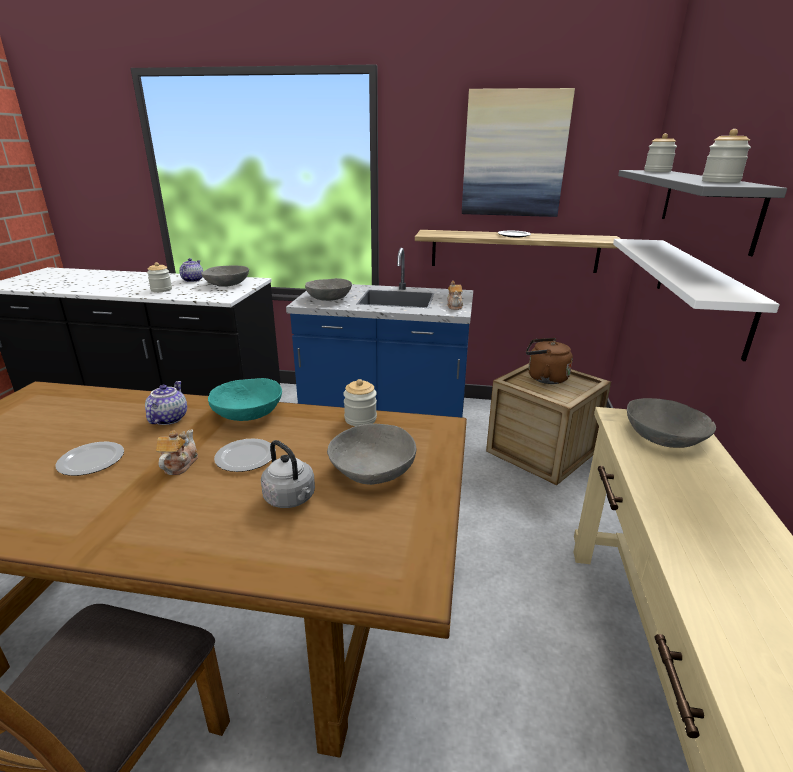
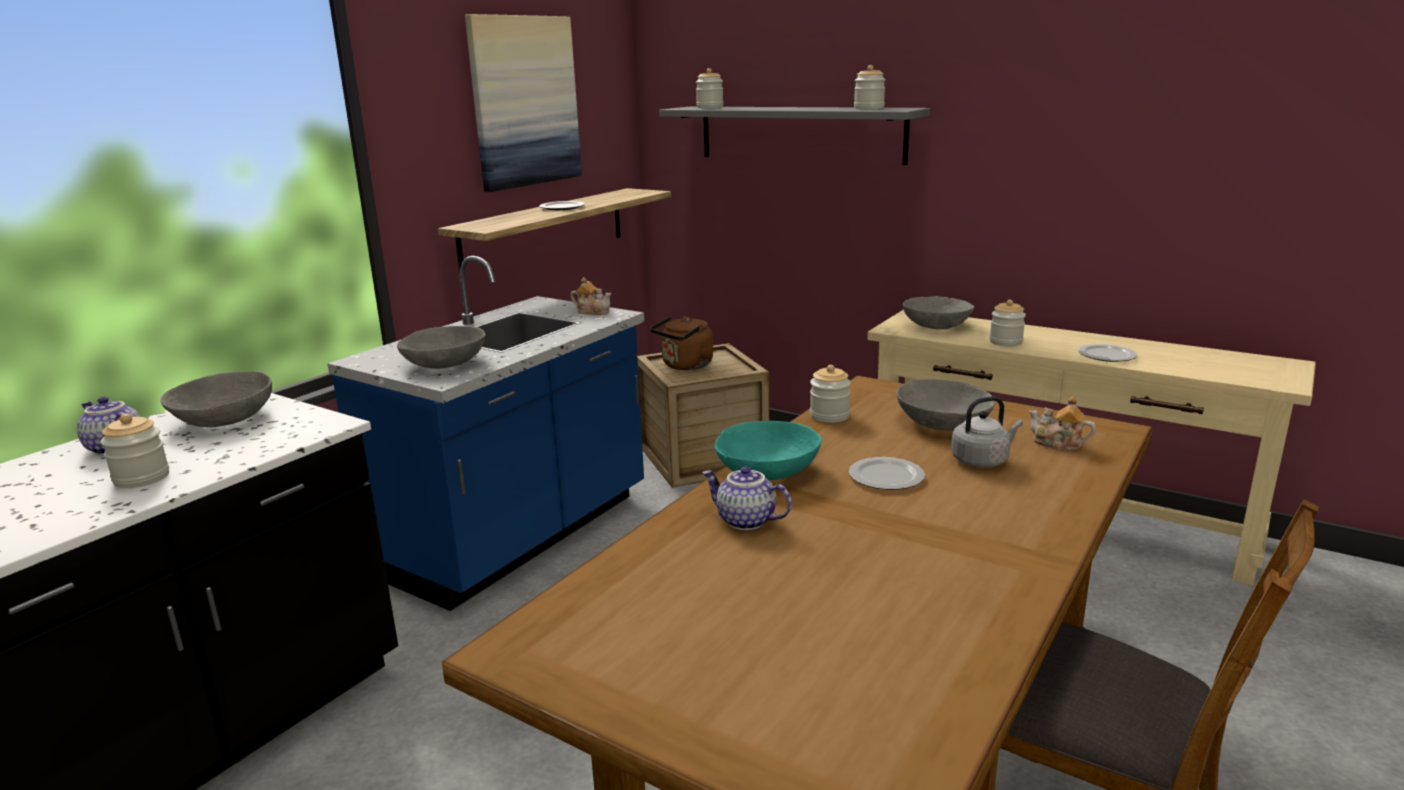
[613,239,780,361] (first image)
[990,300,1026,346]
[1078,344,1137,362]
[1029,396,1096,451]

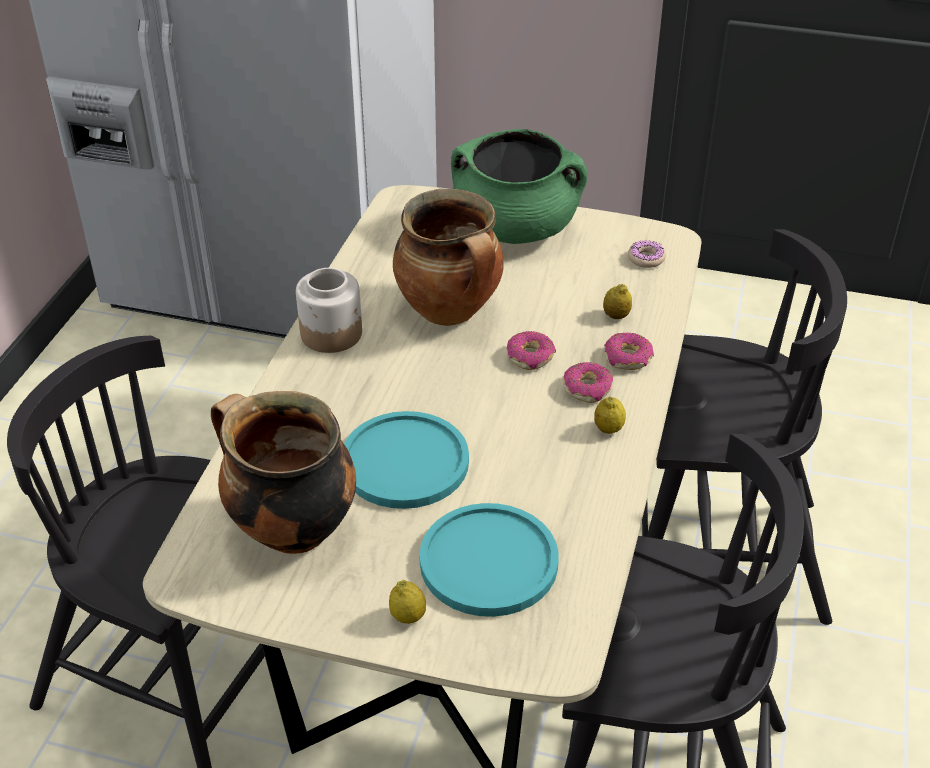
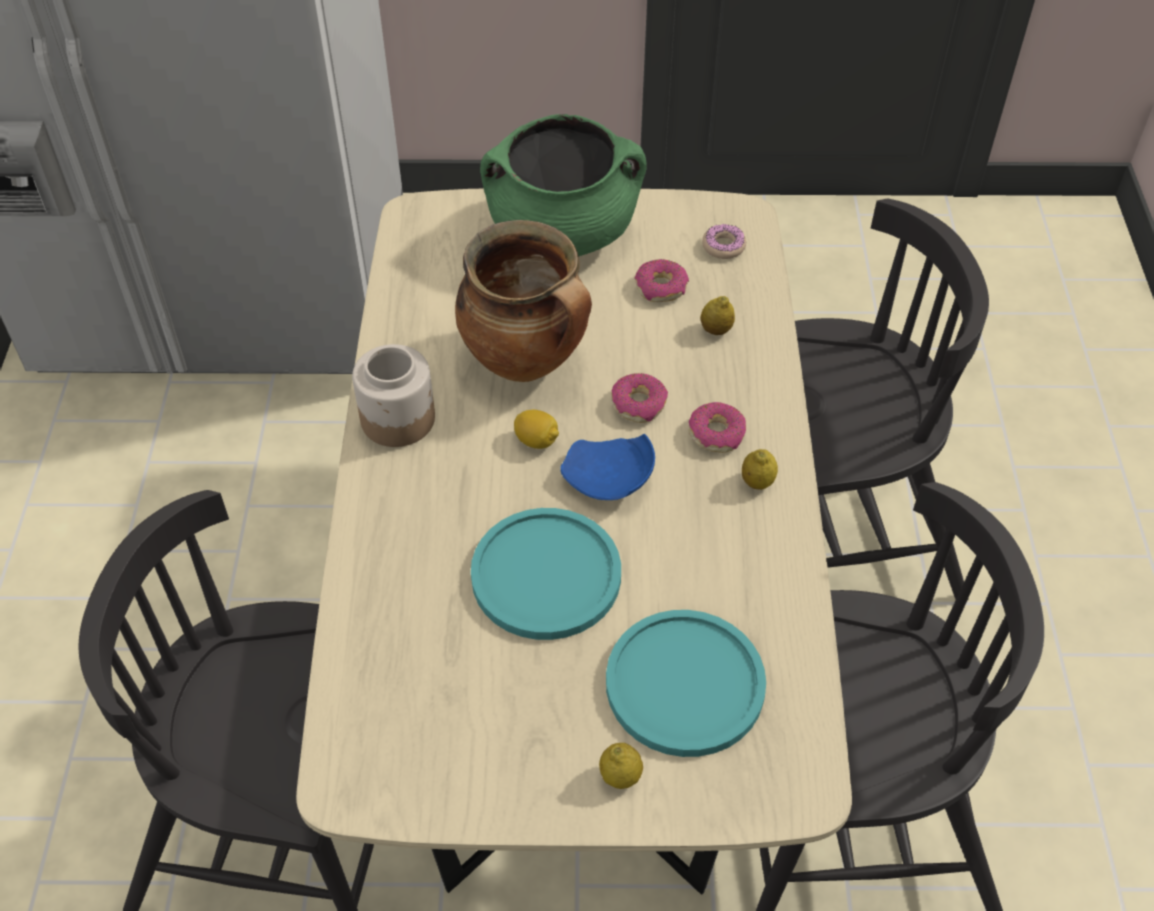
[211,391,356,554] (first image)
[514,410,559,449]
[560,434,655,500]
[634,259,689,302]

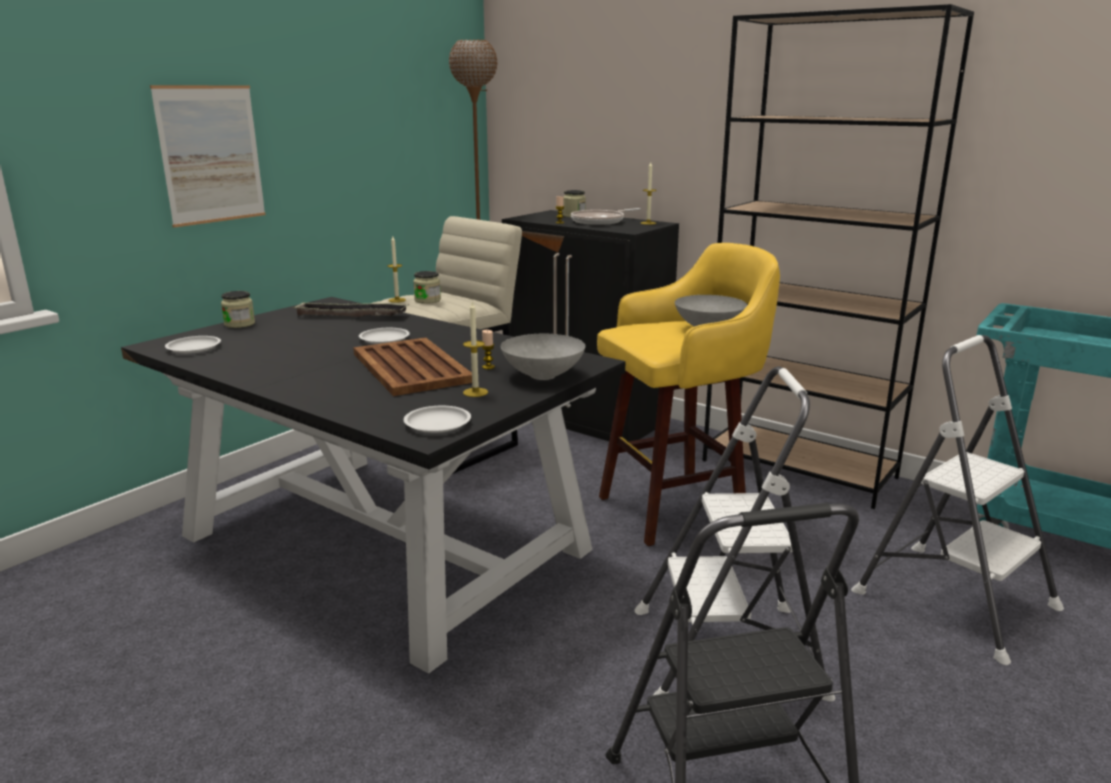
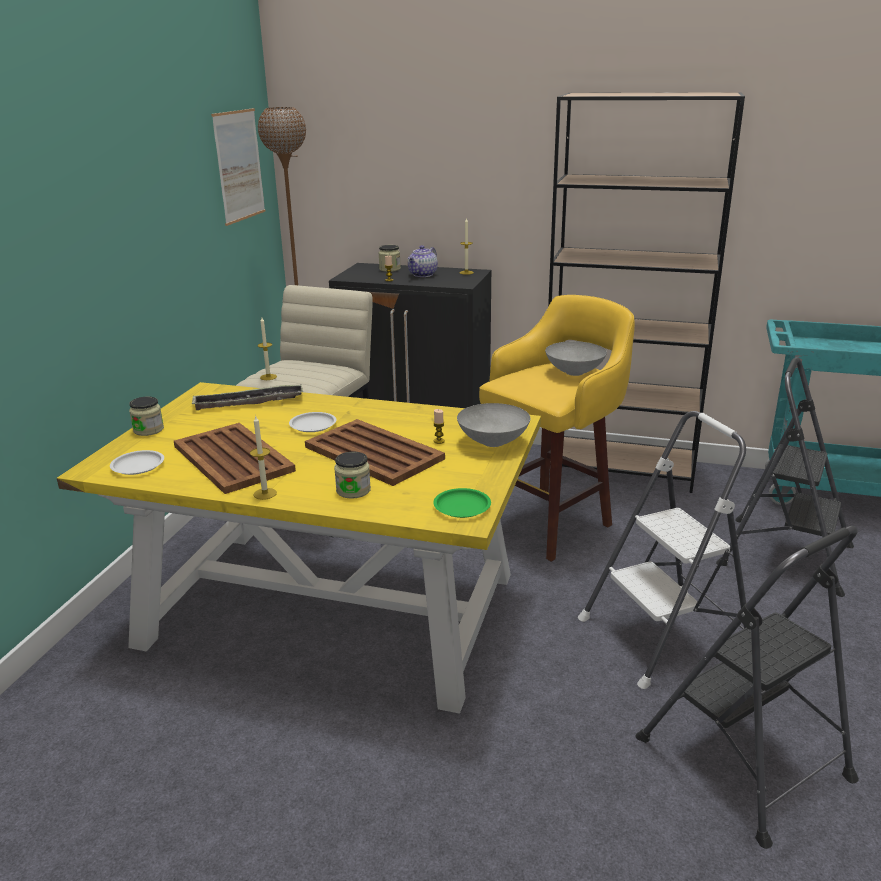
[174,423,296,494]
[211,108,265,226]
[334,452,371,498]
[250,415,277,500]
[408,245,438,277]
[57,382,541,714]
[433,488,491,518]
[716,357,854,597]

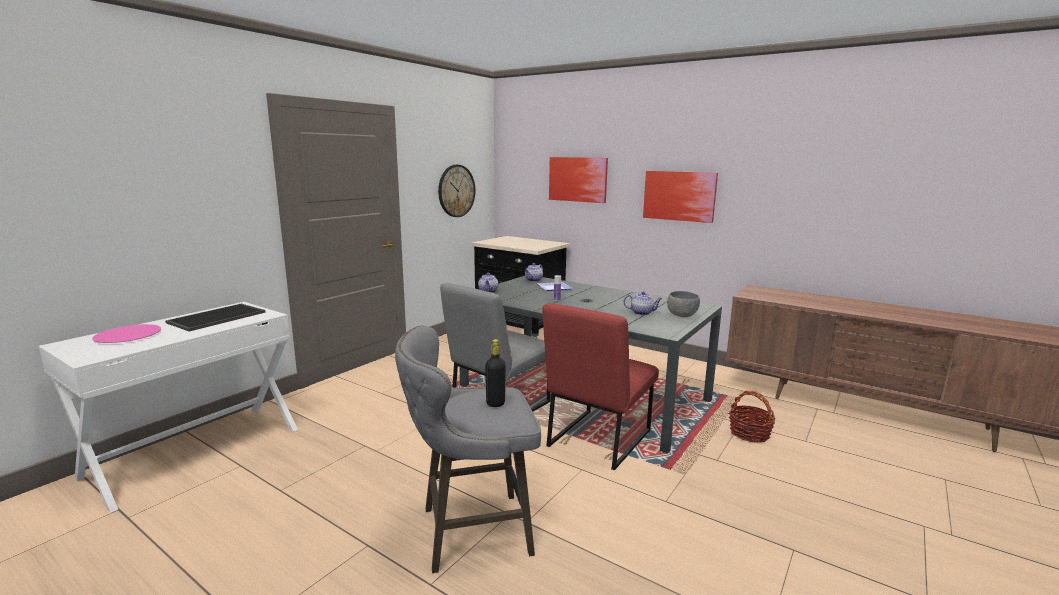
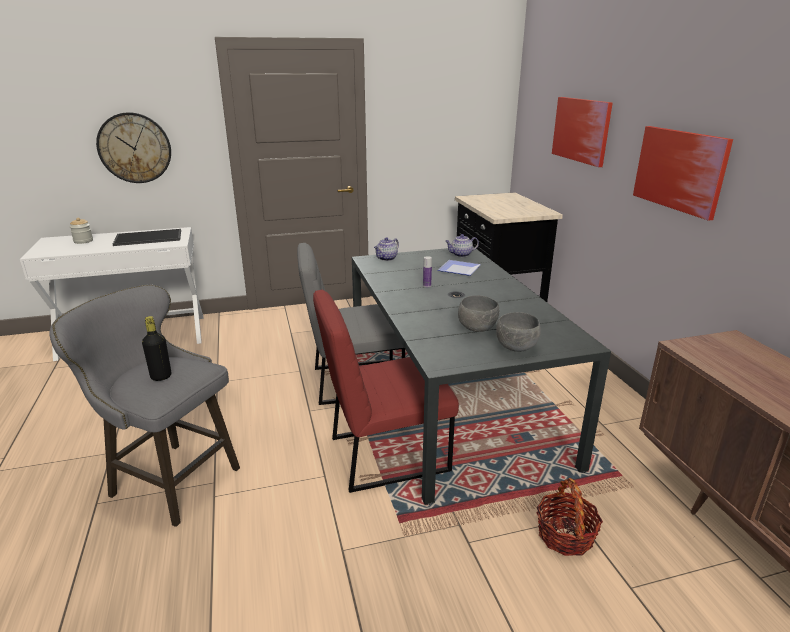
[96,112,171,183]
[70,218,93,244]
[458,295,499,332]

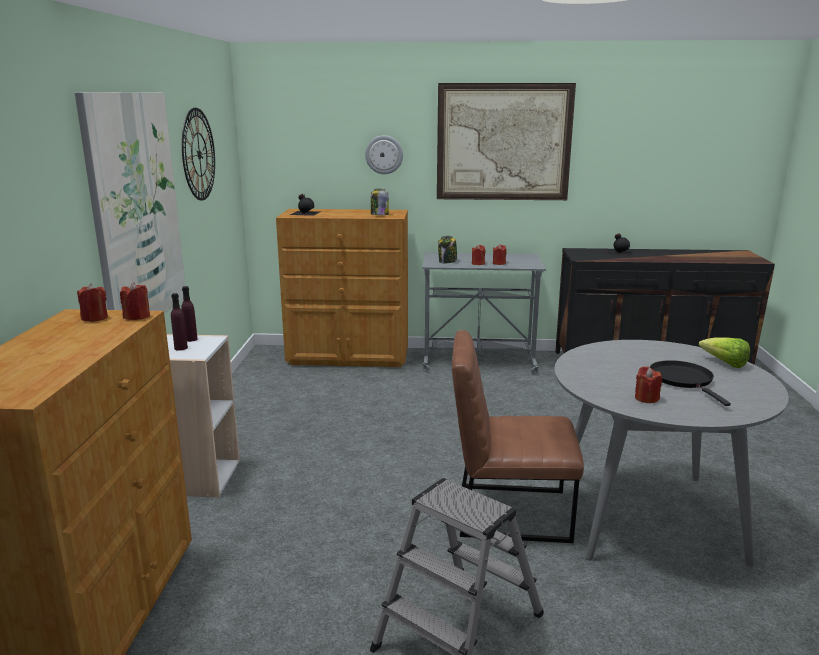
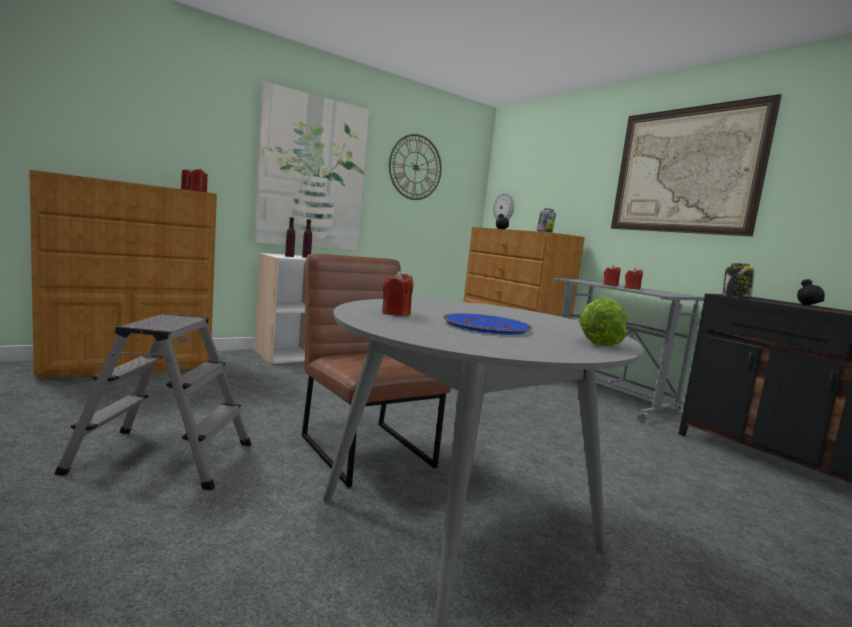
[493,193,514,220]
[723,263,754,297]
[443,313,532,335]

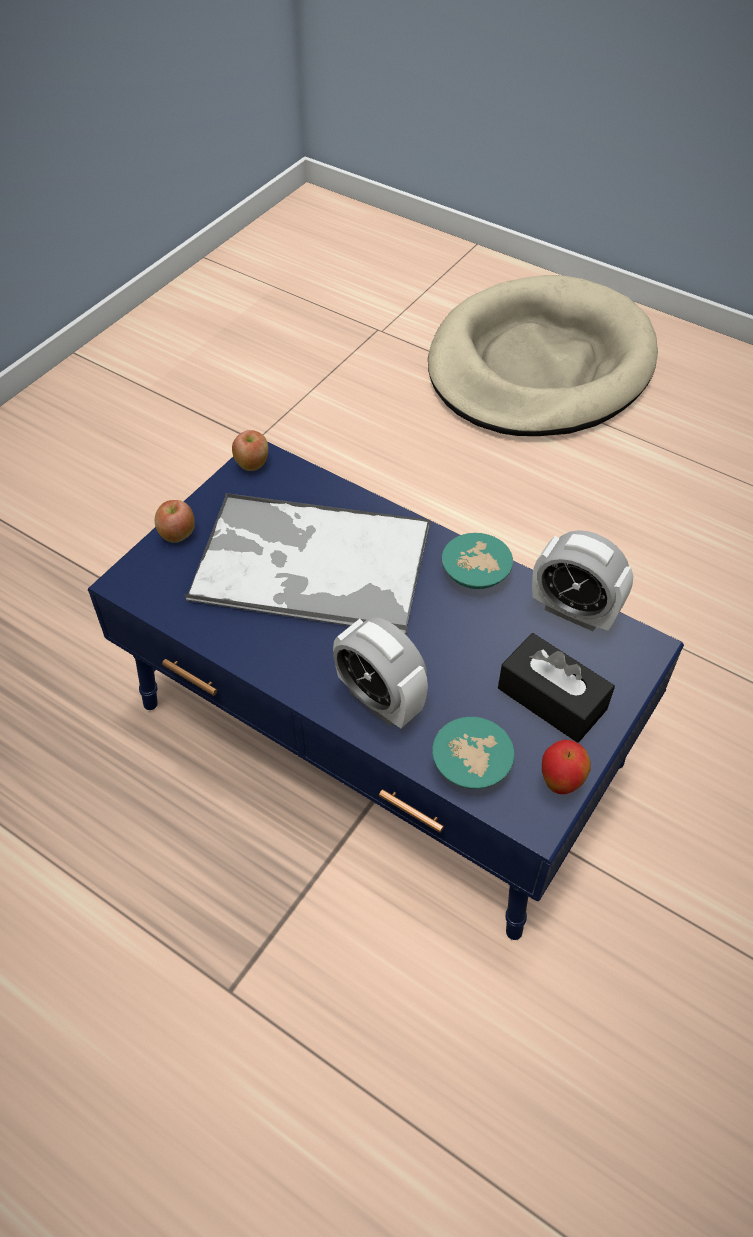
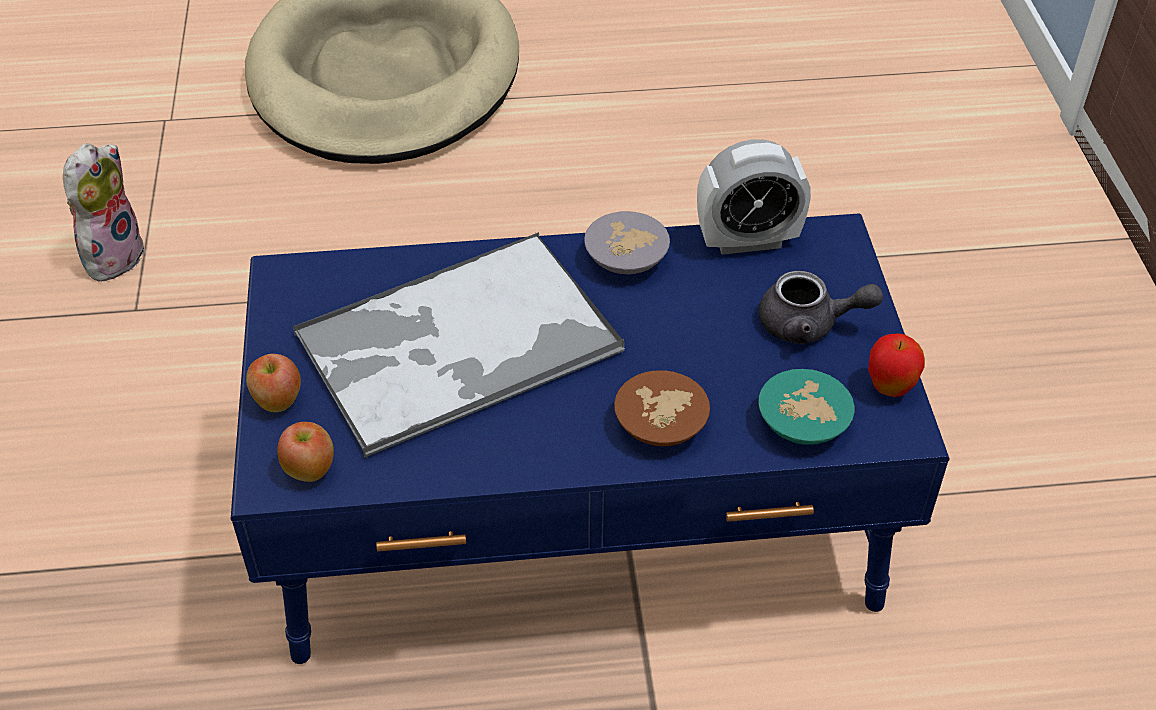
[63,143,146,282]
[277,422,334,482]
[614,370,710,447]
[759,271,883,344]
[584,211,670,274]

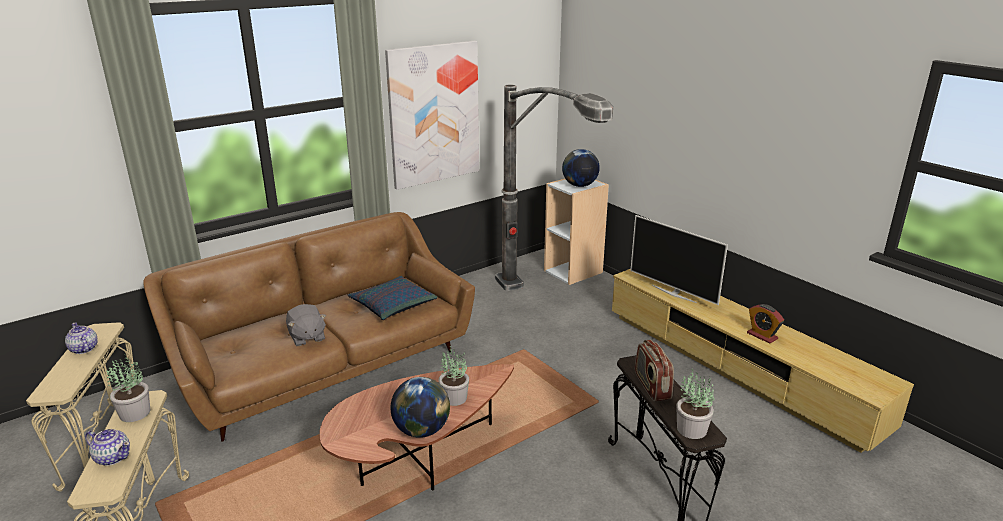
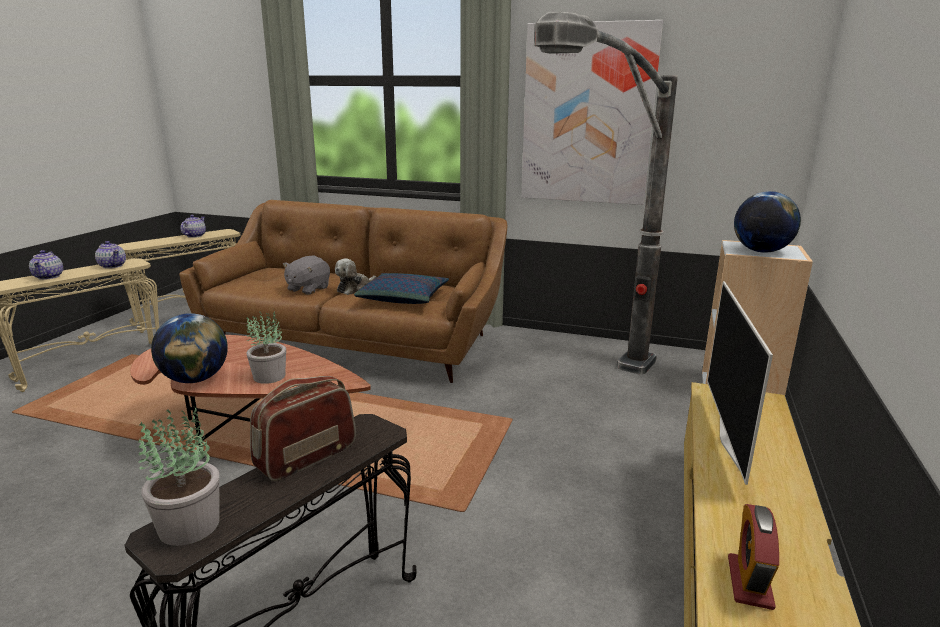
[335,259,377,295]
[95,241,126,269]

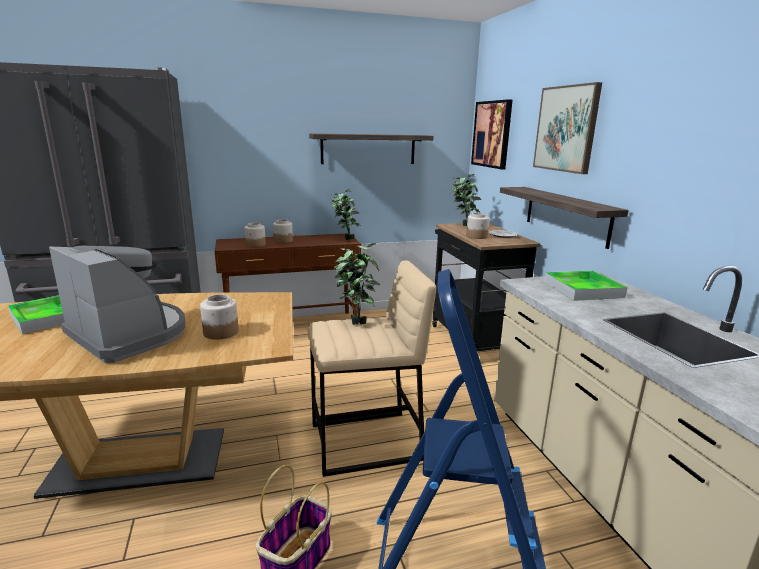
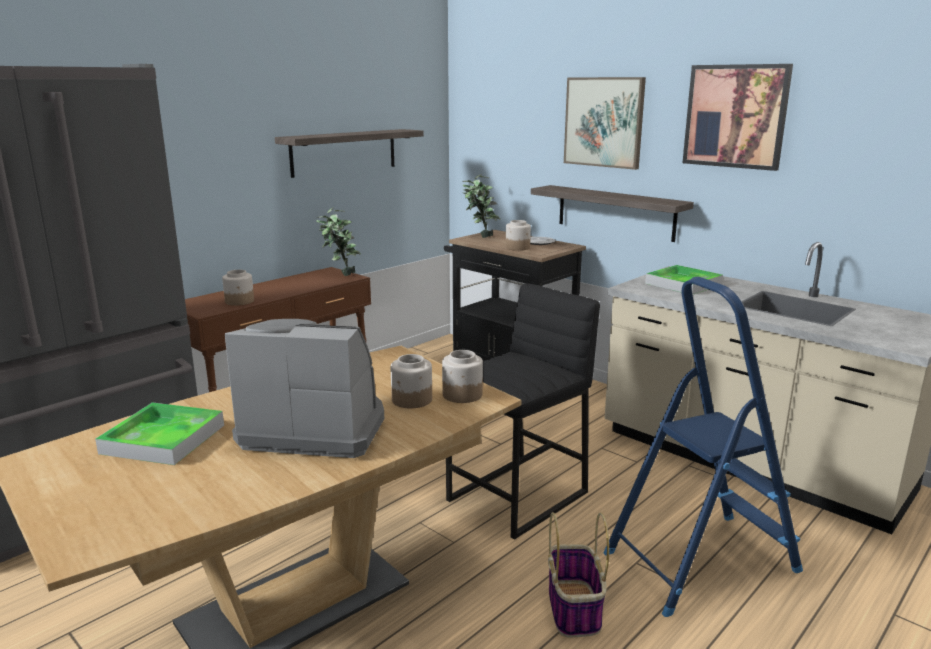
[334,243,380,325] (first image)
[442,350,483,403]
[683,64,793,171]
[446,283,600,540]

